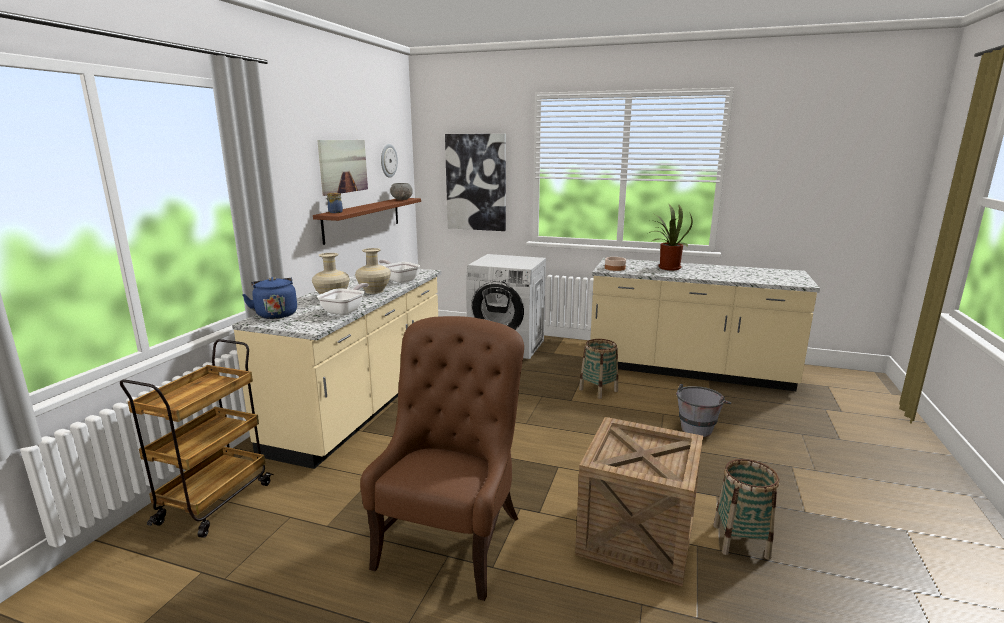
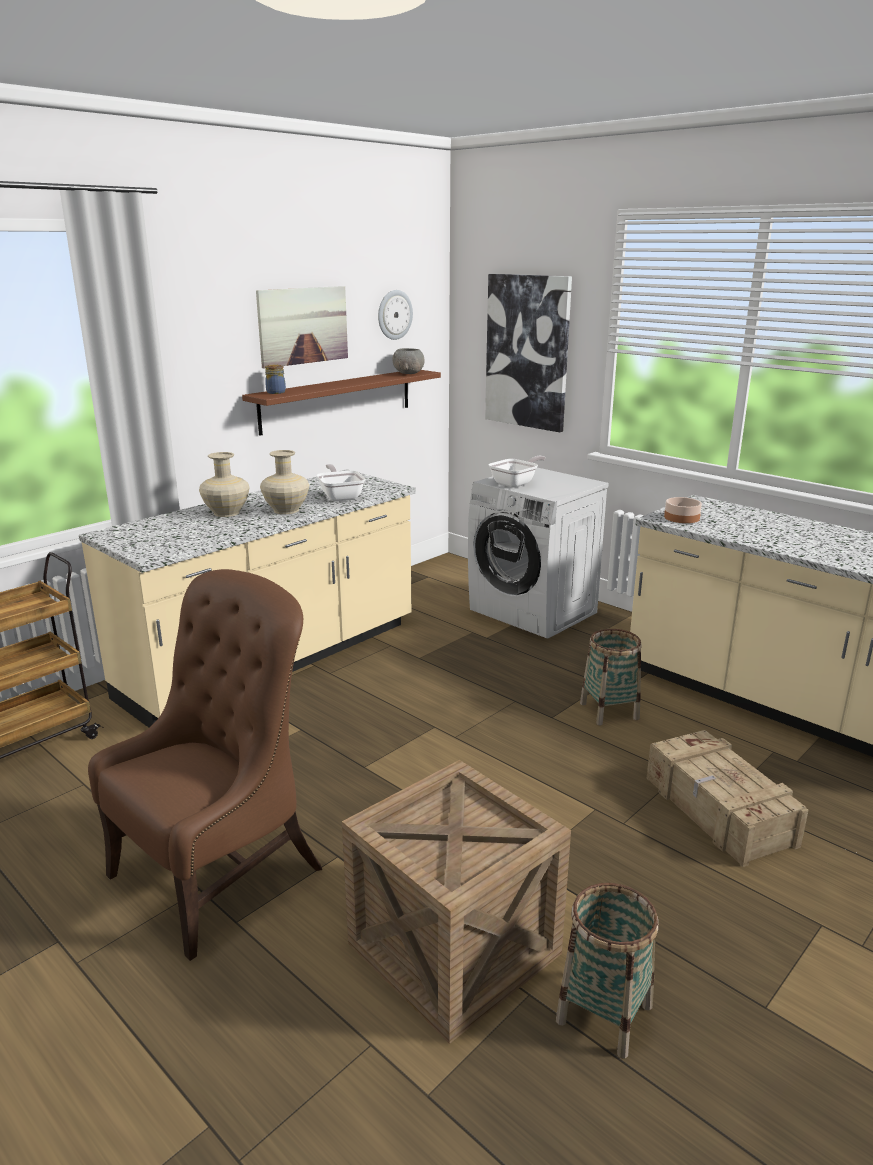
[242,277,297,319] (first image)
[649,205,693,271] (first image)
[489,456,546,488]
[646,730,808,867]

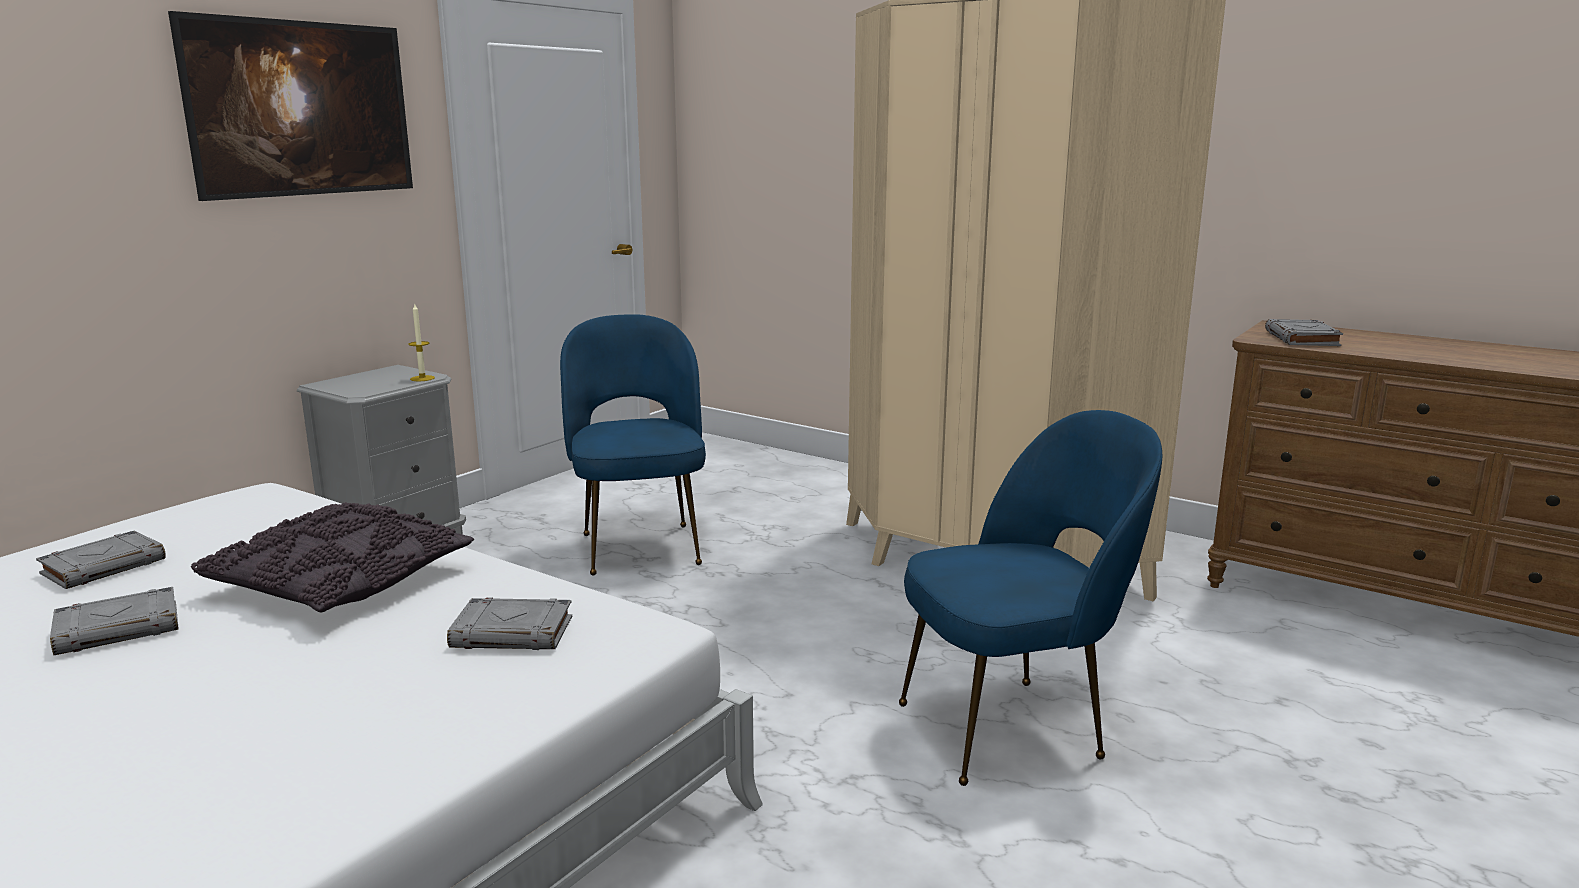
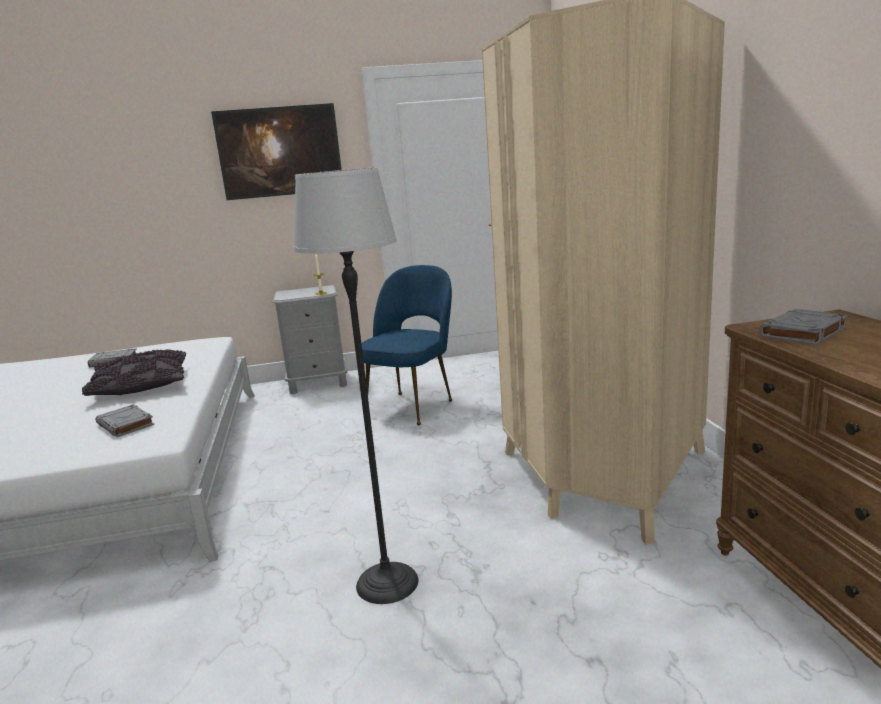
[50,587,179,655] (first image)
[294,167,418,604]

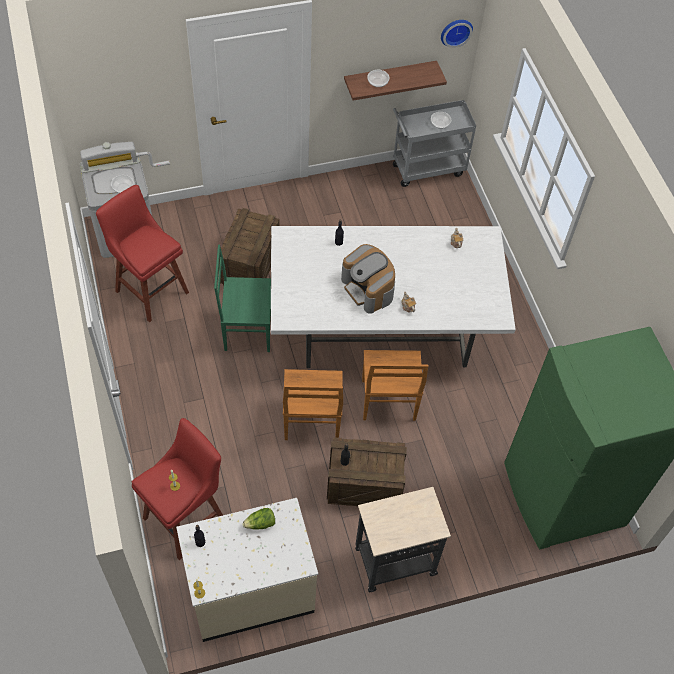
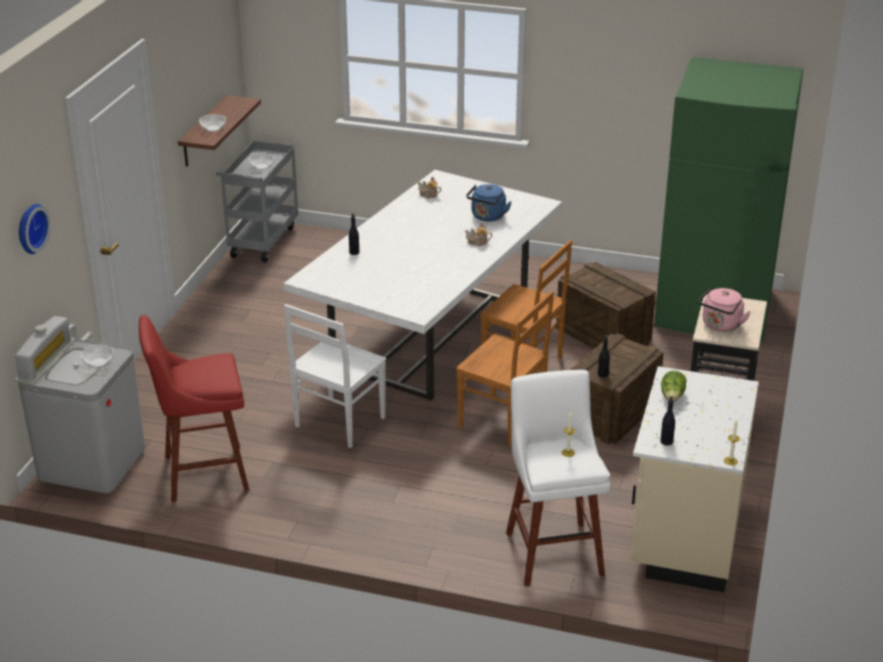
[341,244,395,314] (first image)
[466,184,511,221]
[698,288,751,332]
[556,262,656,349]
[19,204,51,254]
[506,370,611,587]
[284,304,386,448]

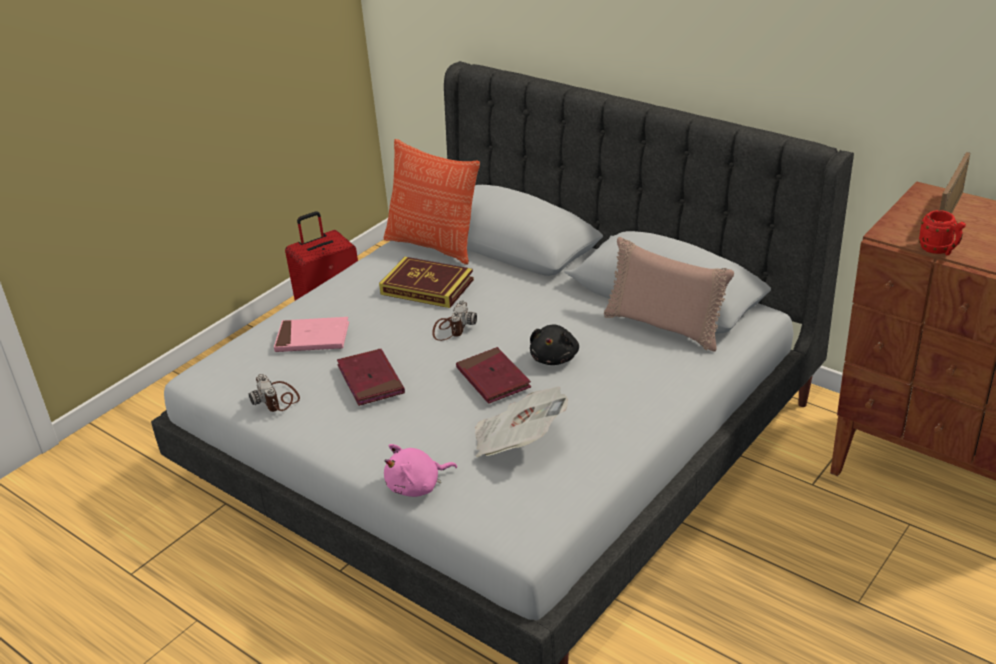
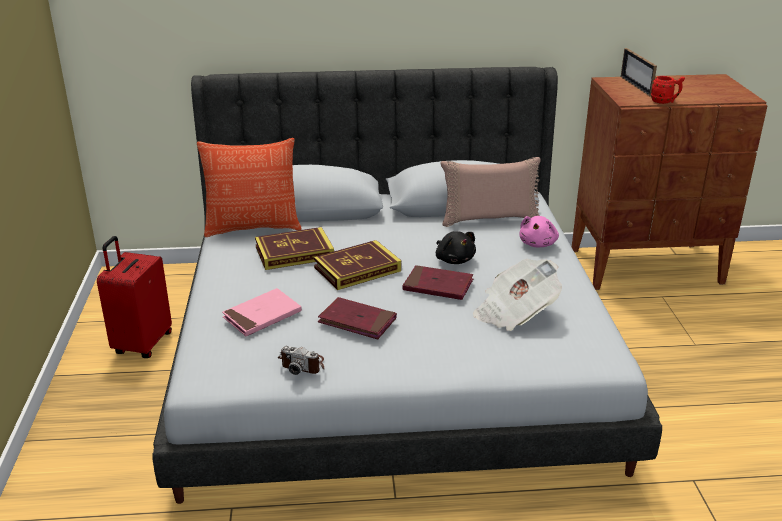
[519,216,559,247]
[314,240,401,290]

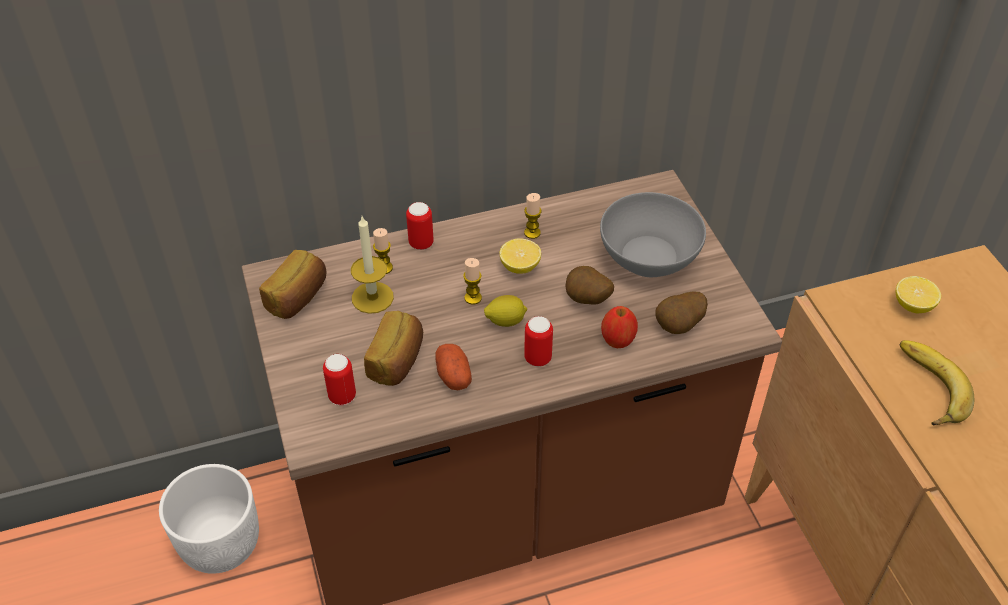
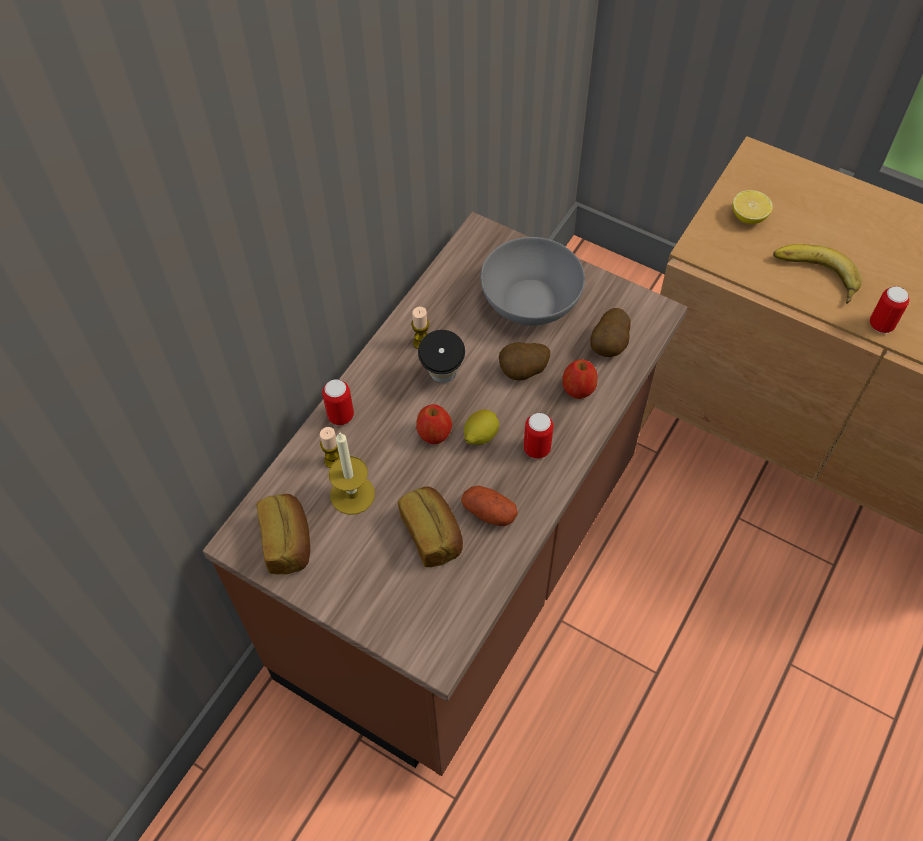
[159,464,259,574] (first image)
[870,286,909,333]
[416,404,452,444]
[418,330,465,383]

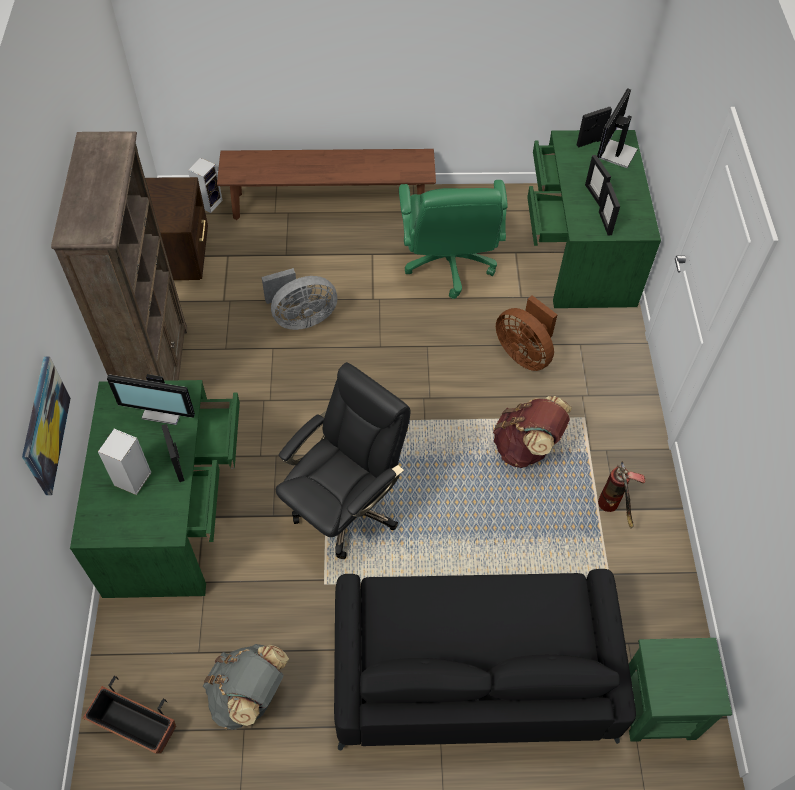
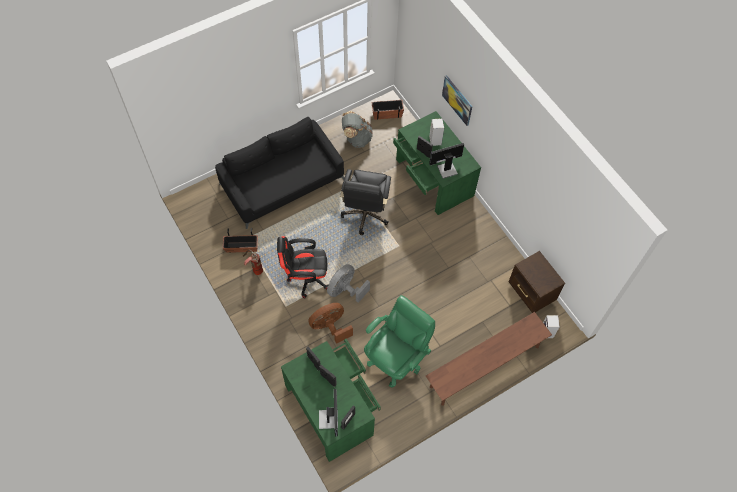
[51,131,187,381] (first image)
[629,638,732,742] (first image)
[223,228,258,253]
[327,264,370,303]
[277,236,328,299]
[364,295,435,388]
[308,303,353,344]

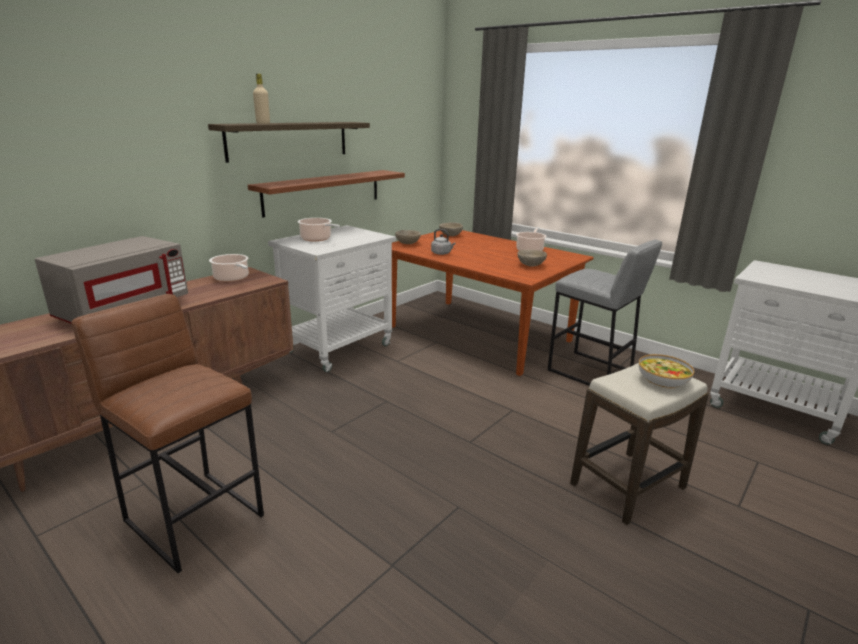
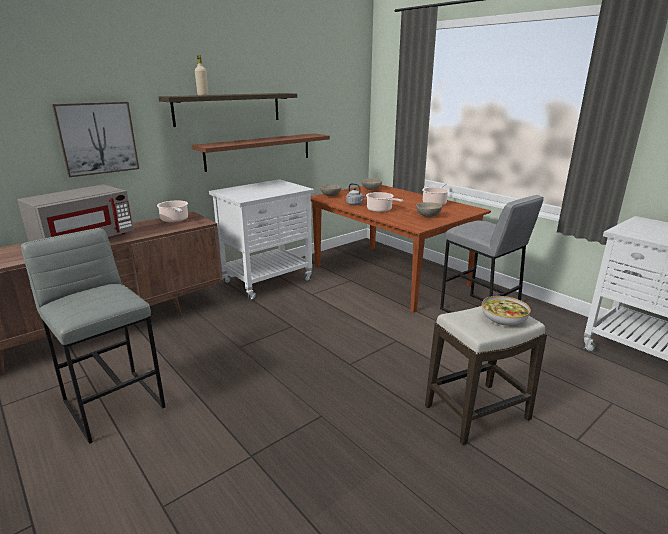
[52,102,139,177]
[366,192,403,212]
[21,228,166,444]

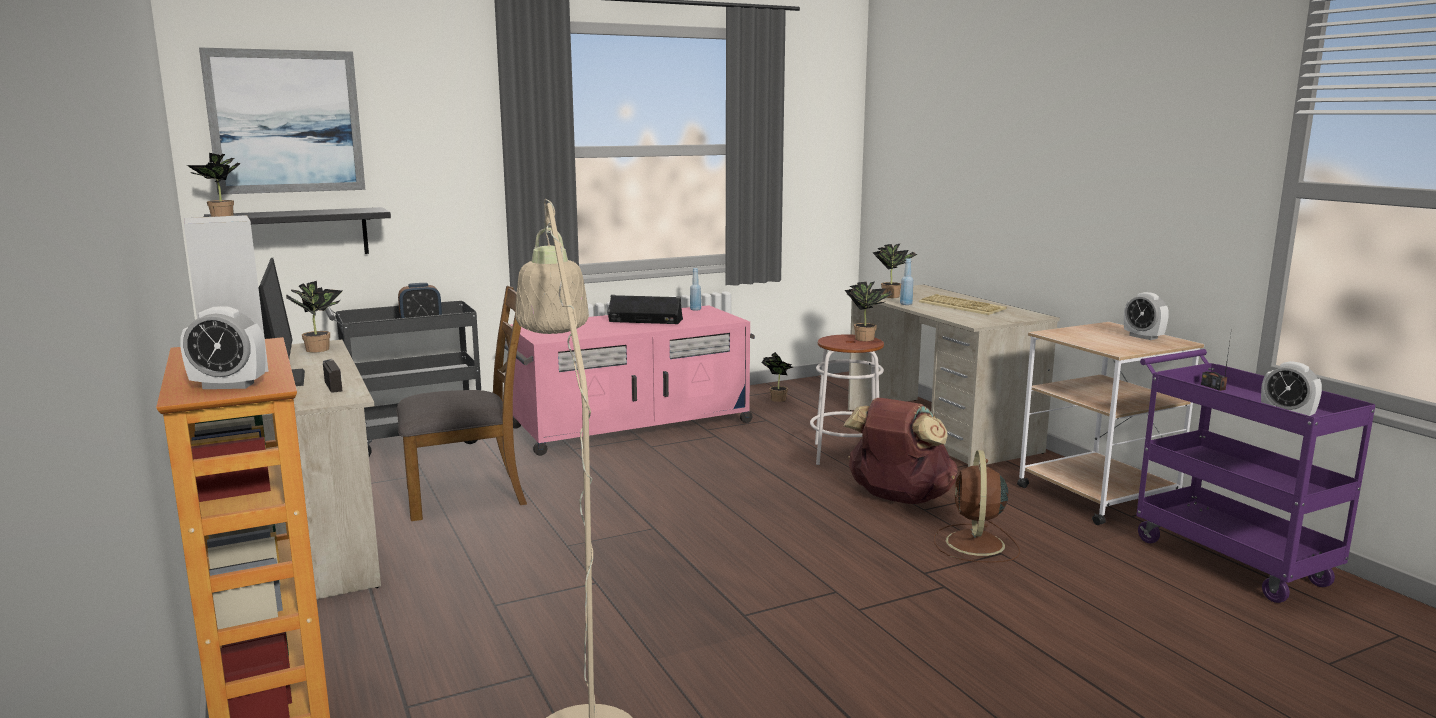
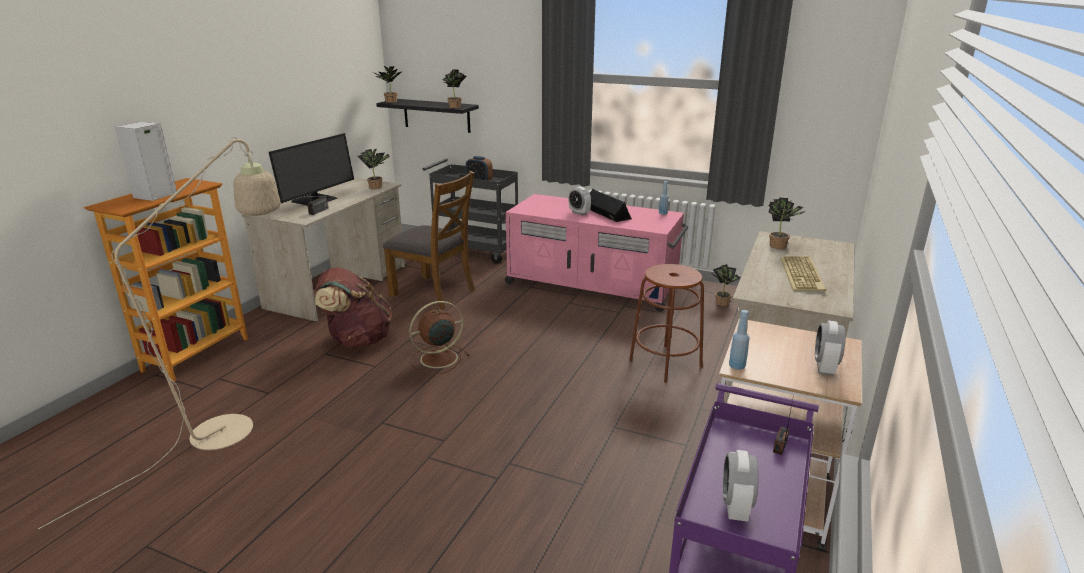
[199,47,365,195] (first image)
[569,186,591,215]
[314,268,392,348]
[443,70,467,108]
[729,310,750,370]
[409,301,470,375]
[629,264,704,383]

